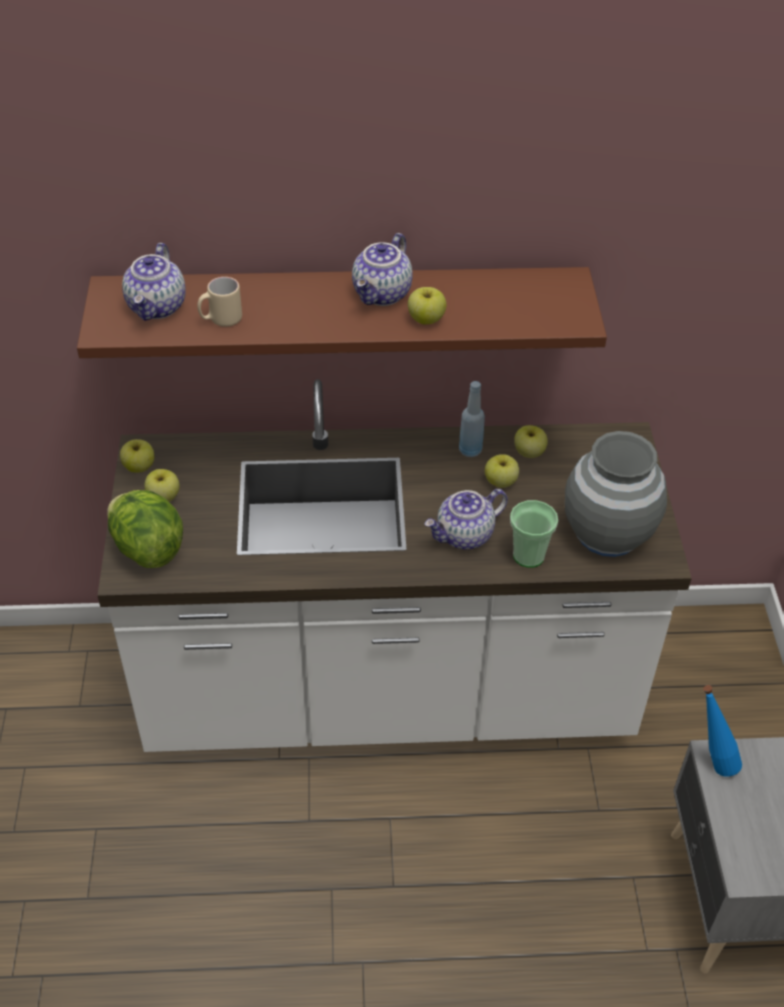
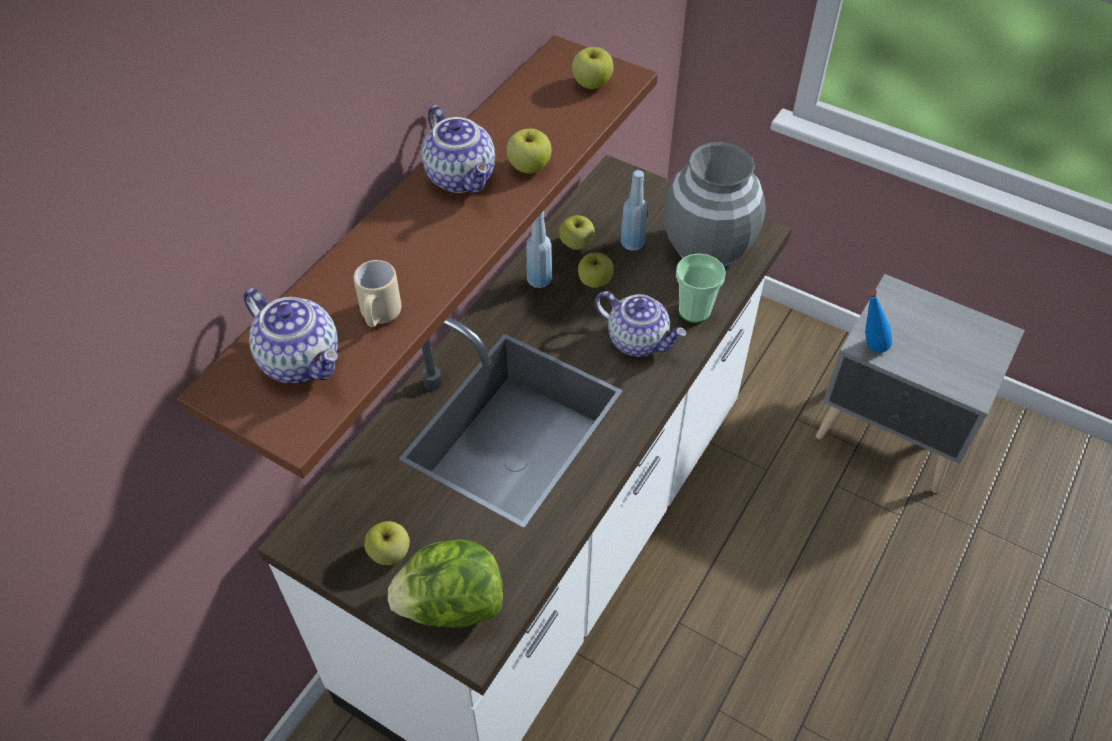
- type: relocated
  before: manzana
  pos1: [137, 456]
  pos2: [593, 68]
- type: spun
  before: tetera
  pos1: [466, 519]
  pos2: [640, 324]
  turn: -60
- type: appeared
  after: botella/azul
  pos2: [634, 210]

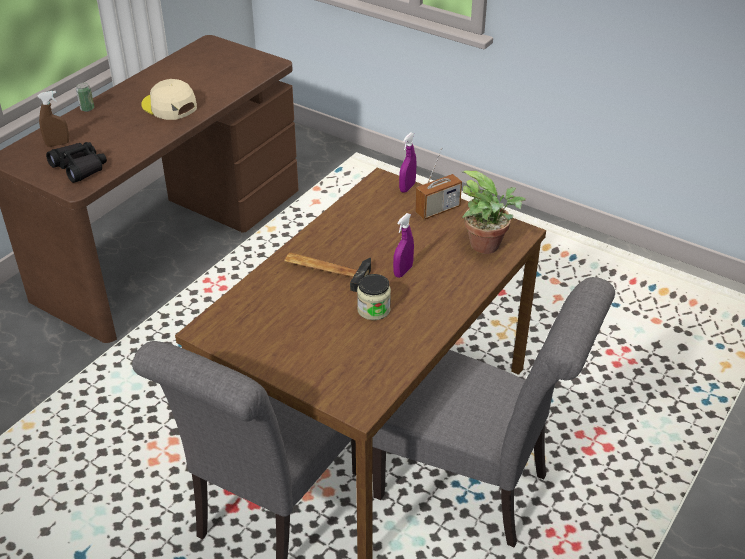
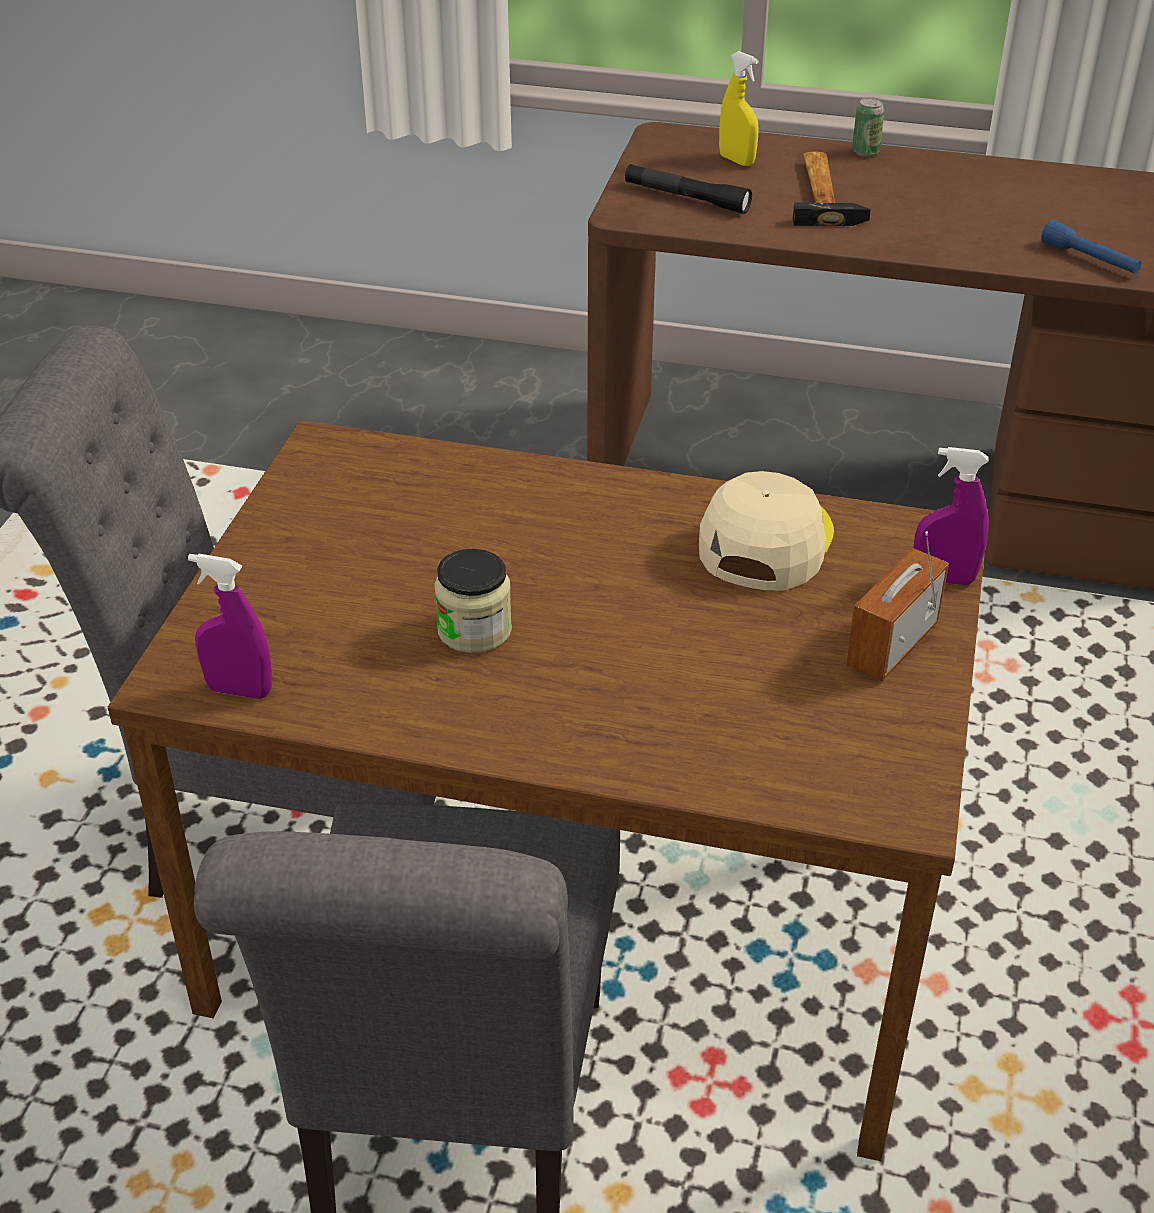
- type: colour
  before: pulverizador/marrón
  after: pulverizador/amarillo
  pos1: [53, 119]
  pos2: [739, 108]
- type: exchanged
  before: prismáticos/negro
  after: linterna/negro
  pos1: [76, 162]
  pos2: [688, 189]
- type: relocated
  before: gorra/beis
  pos1: [169, 99]
  pos2: [766, 531]
- type: relocated
  before: martillo
  pos1: [327, 272]
  pos2: [832, 189]
- type: relocated
  before: pulverizador/morado
  pos1: [403, 245]
  pos2: [230, 626]
- type: spun
  before: radio
  pos1: [438, 184]
  pos2: [897, 606]
  turn: 90
- type: missing
  before: planta en maceta
  pos1: [494, 212]
- type: appeared
  after: linterna/azul
  pos2: [1091, 247]

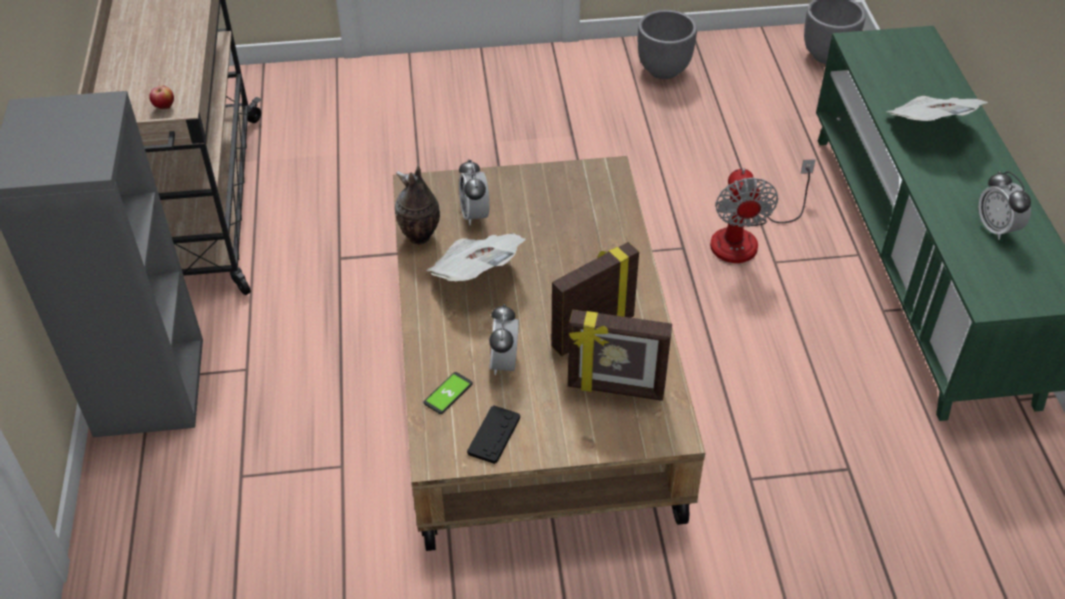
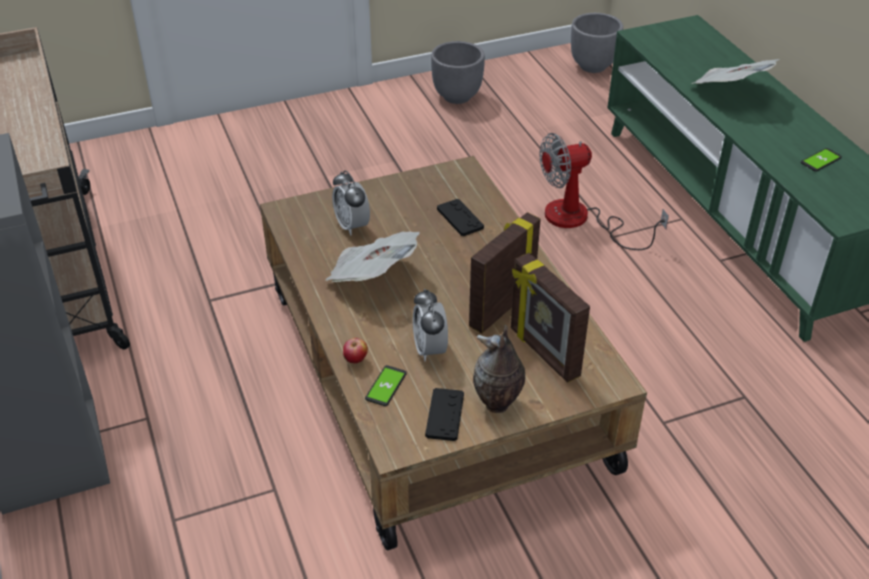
- type: relocated
  before: manzana
  pos1: [161, 97]
  pos2: [355, 351]
- type: relocated
  before: florero
  pos1: [417, 205]
  pos2: [499, 369]
- type: spun
  before: portarretratos
  pos1: [620, 355]
  pos2: [550, 318]
  turn: 60
- type: spun
  before: ventilador
  pos1: [763, 211]
  pos2: [604, 191]
  turn: 90
- type: exchanged
  before: despertador
  after: móvil
  pos1: [1004, 205]
  pos2: [821, 160]
- type: appeared
  after: mando de consola/negro
  pos2: [460, 217]

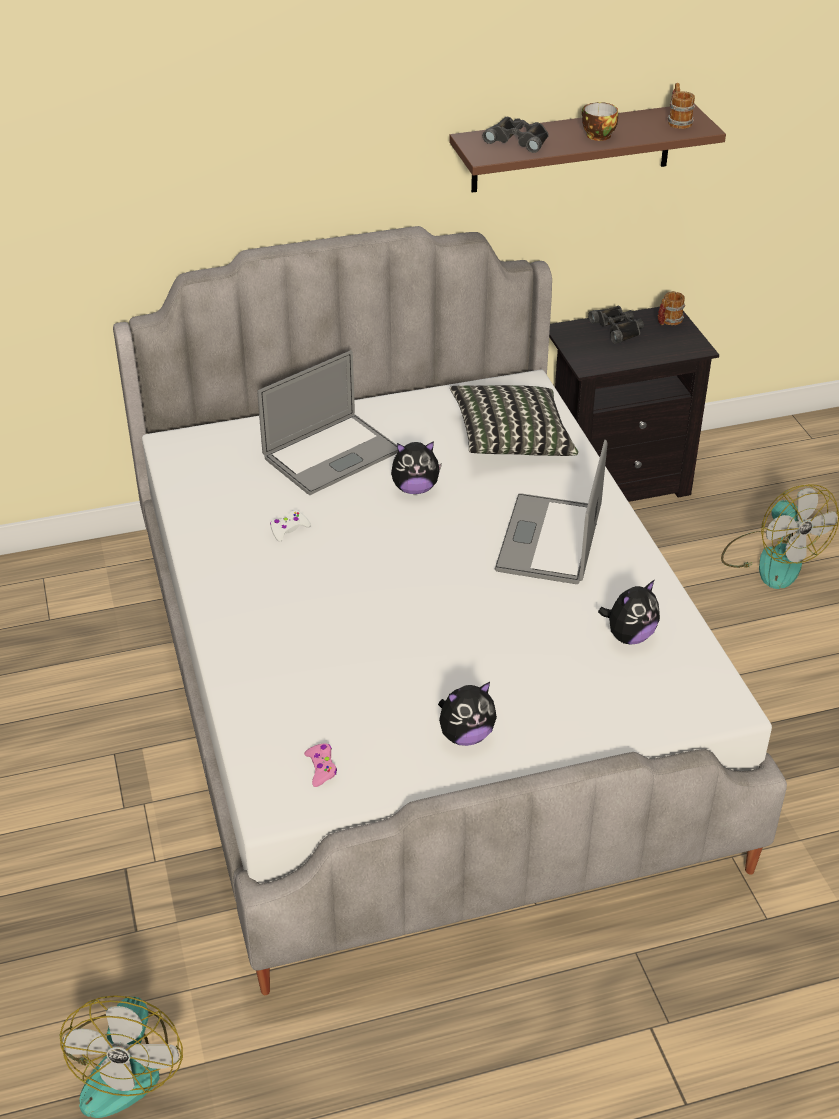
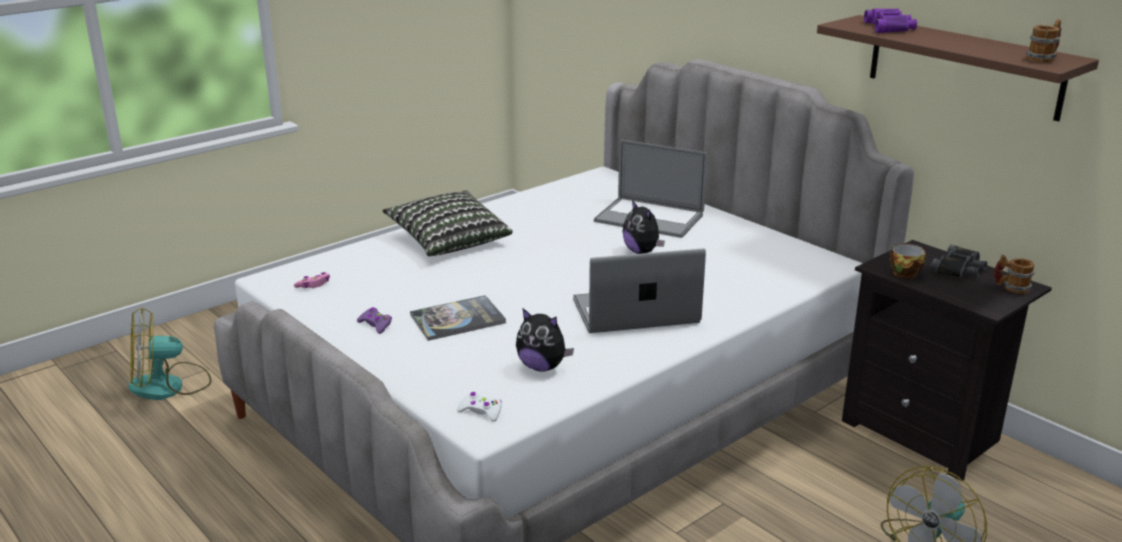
- type: relocated
  before: mando de consola/blanco
  pos1: [290, 526]
  pos2: [479, 407]
- type: exchanged
  before: peluche
  after: mando de consola/morado
  pos1: [467, 714]
  pos2: [374, 320]
- type: relocated
  before: cojín
  pos1: [514, 420]
  pos2: [447, 223]
- type: colour
  before: prismáticos/negro
  after: prismáticos/morado
  pos1: [516, 135]
  pos2: [890, 20]
- type: relocated
  before: taza
  pos1: [600, 121]
  pos2: [908, 261]
- type: appeared
  after: libro
  pos2: [458, 318]

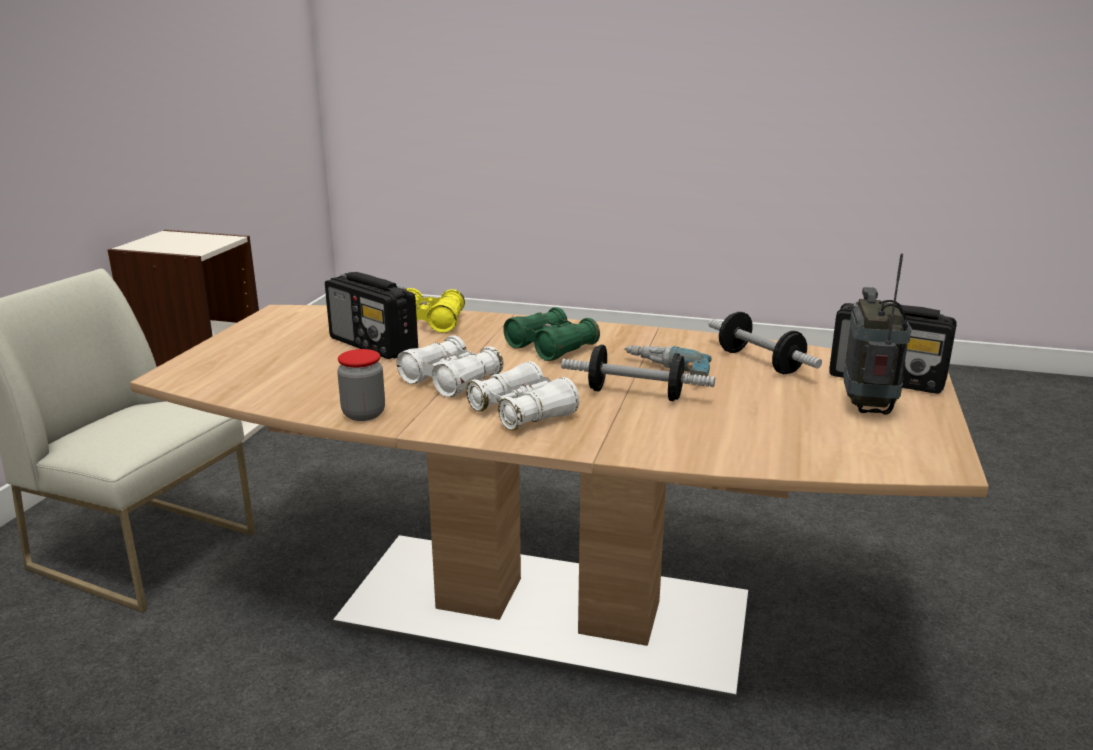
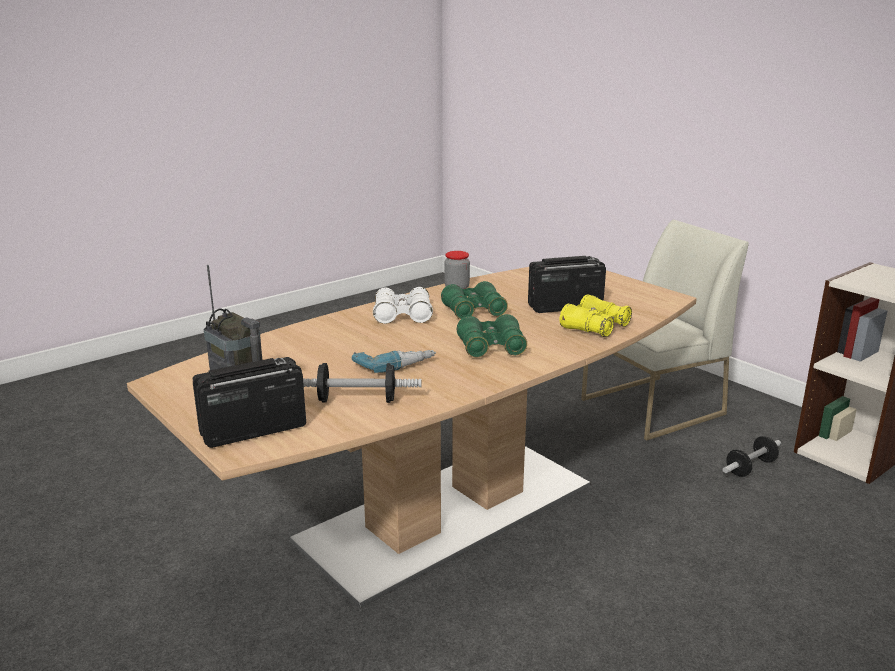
- type: colour
  before: prismáticos/blanco
  after: prismáticos/verde
  pos1: [450, 366]
  pos2: [474, 300]
- type: relocated
  before: mancuerna
  pos1: [638, 373]
  pos2: [752, 456]

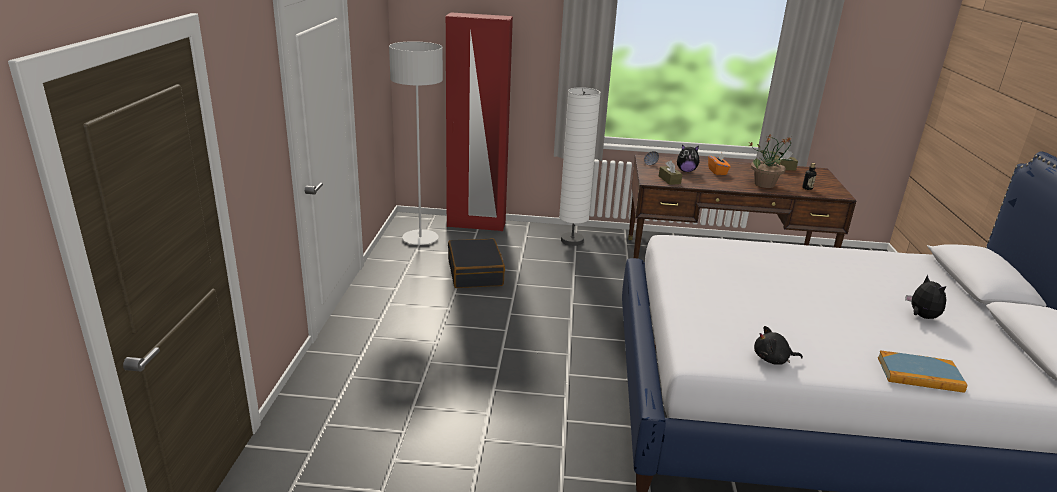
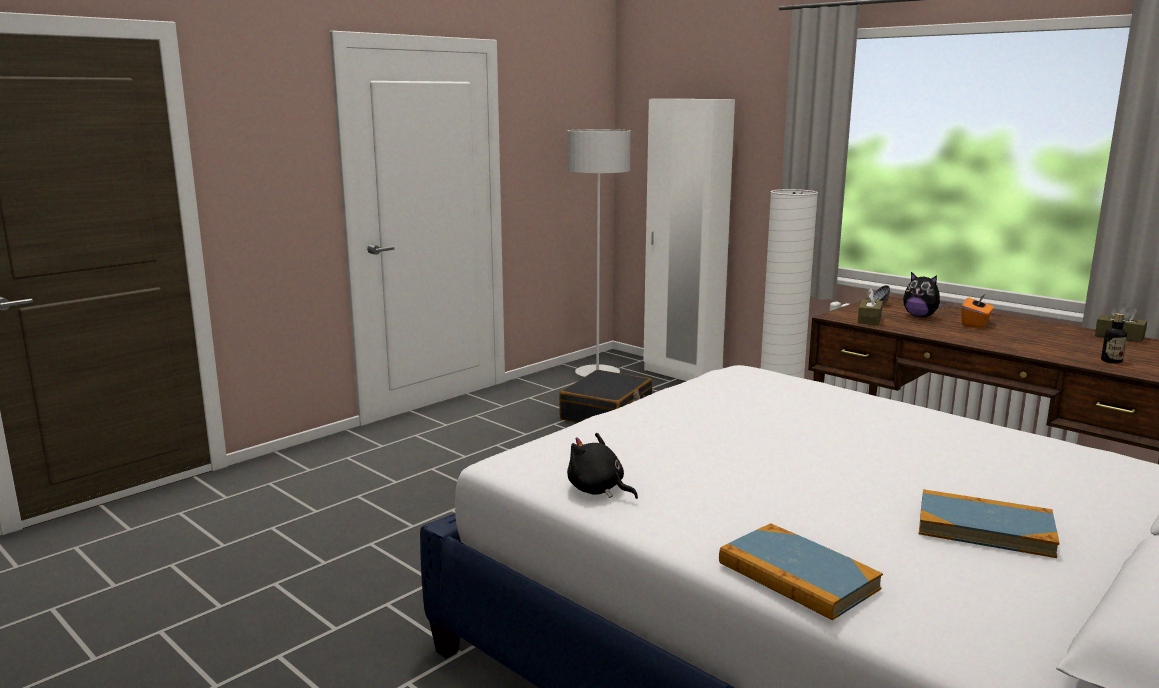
- type: colour
  before: armario ropero/rojo
  after: armario ropero/blanco
  pos1: [479, 121]
  pos2: [689, 240]
- type: missing
  before: planta en maceta
  pos1: [772, 161]
- type: exchanged
  before: peluche
  after: libro
  pos1: [926, 297]
  pos2: [989, 523]

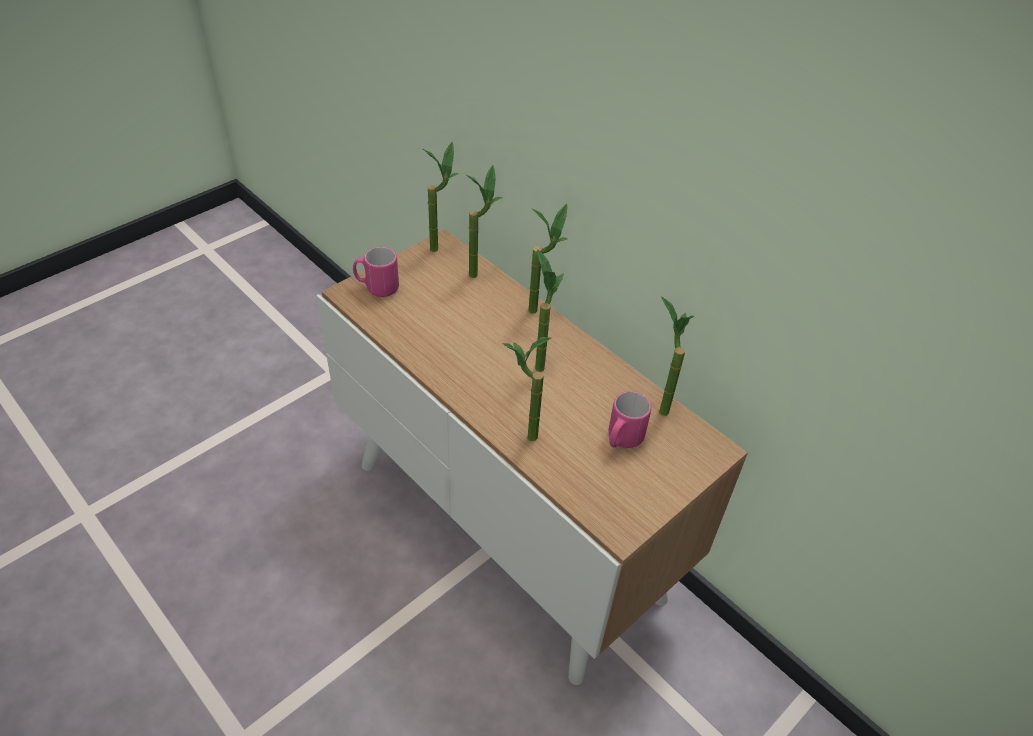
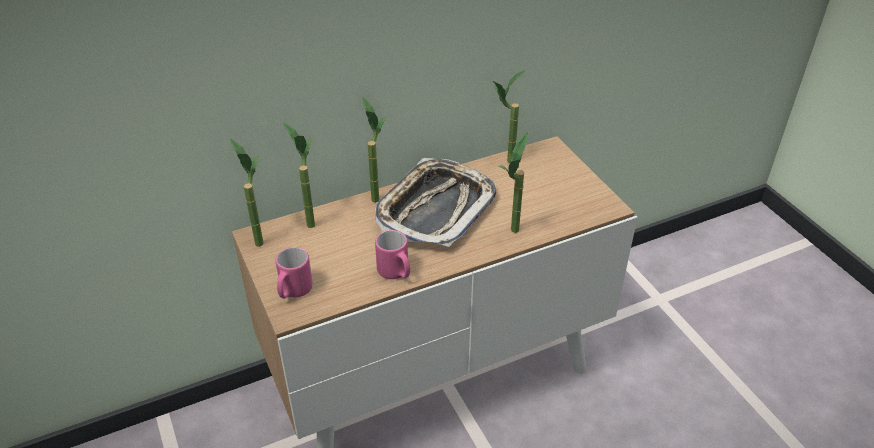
- type: exchanged
  before: planta en maceta
  after: bandeja
  pos1: [549, 310]
  pos2: [435, 202]
- type: relocated
  before: taza grande/rosa
  pos1: [630, 419]
  pos2: [392, 254]

